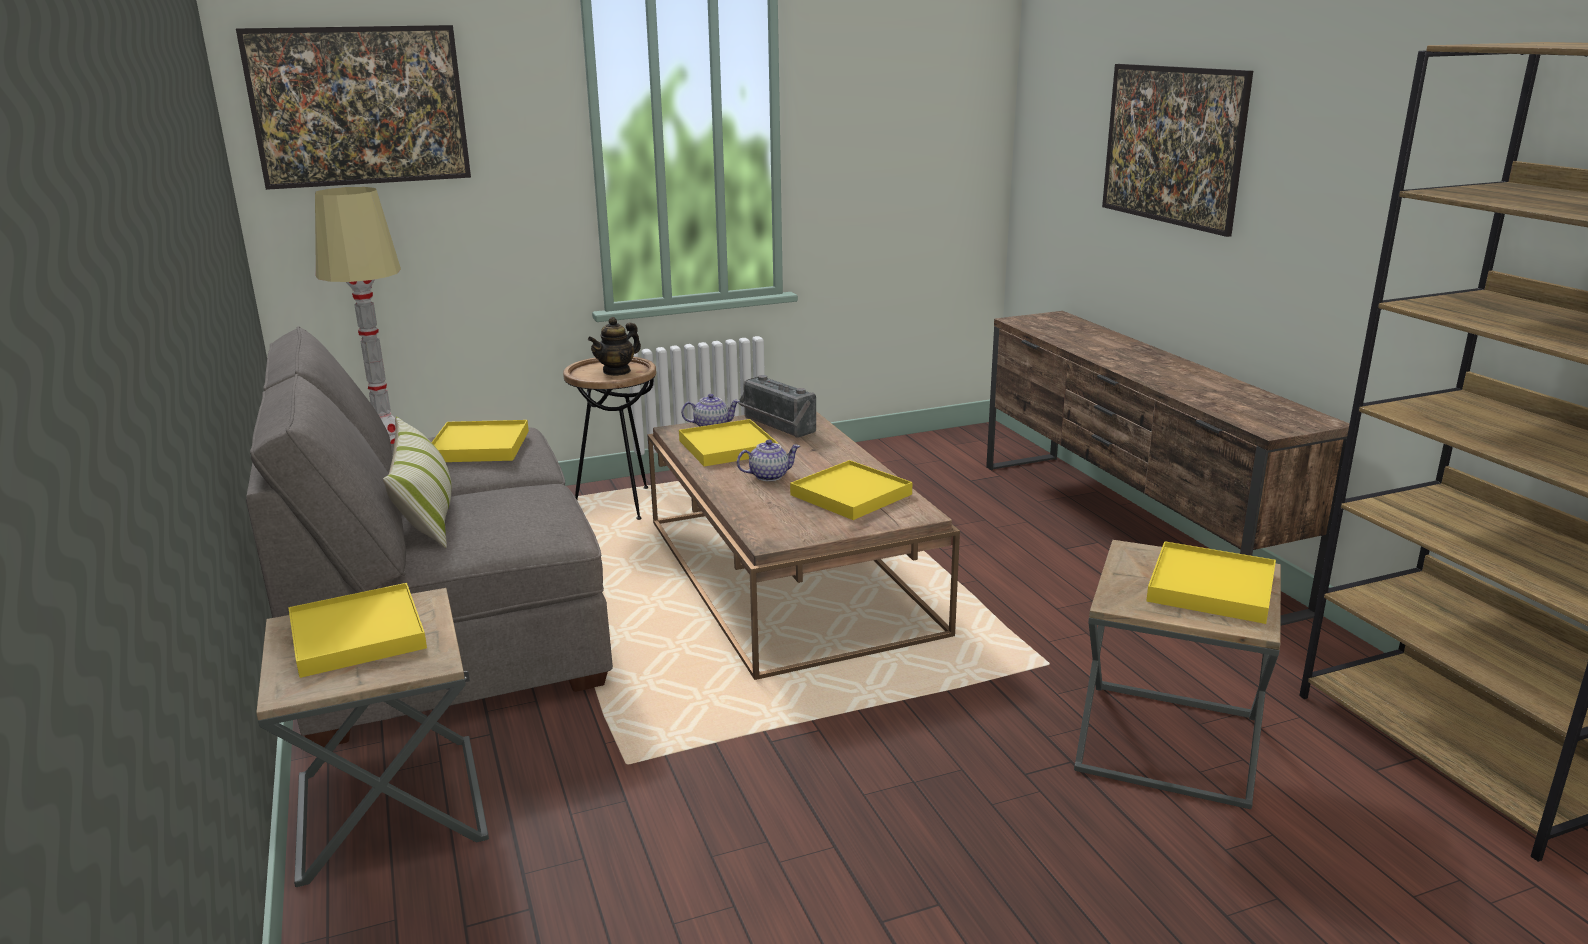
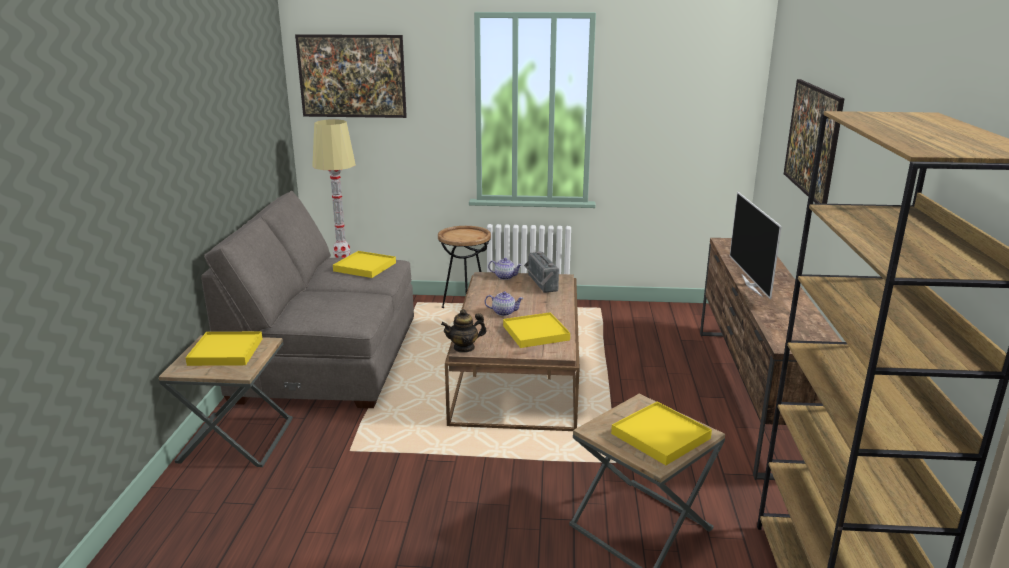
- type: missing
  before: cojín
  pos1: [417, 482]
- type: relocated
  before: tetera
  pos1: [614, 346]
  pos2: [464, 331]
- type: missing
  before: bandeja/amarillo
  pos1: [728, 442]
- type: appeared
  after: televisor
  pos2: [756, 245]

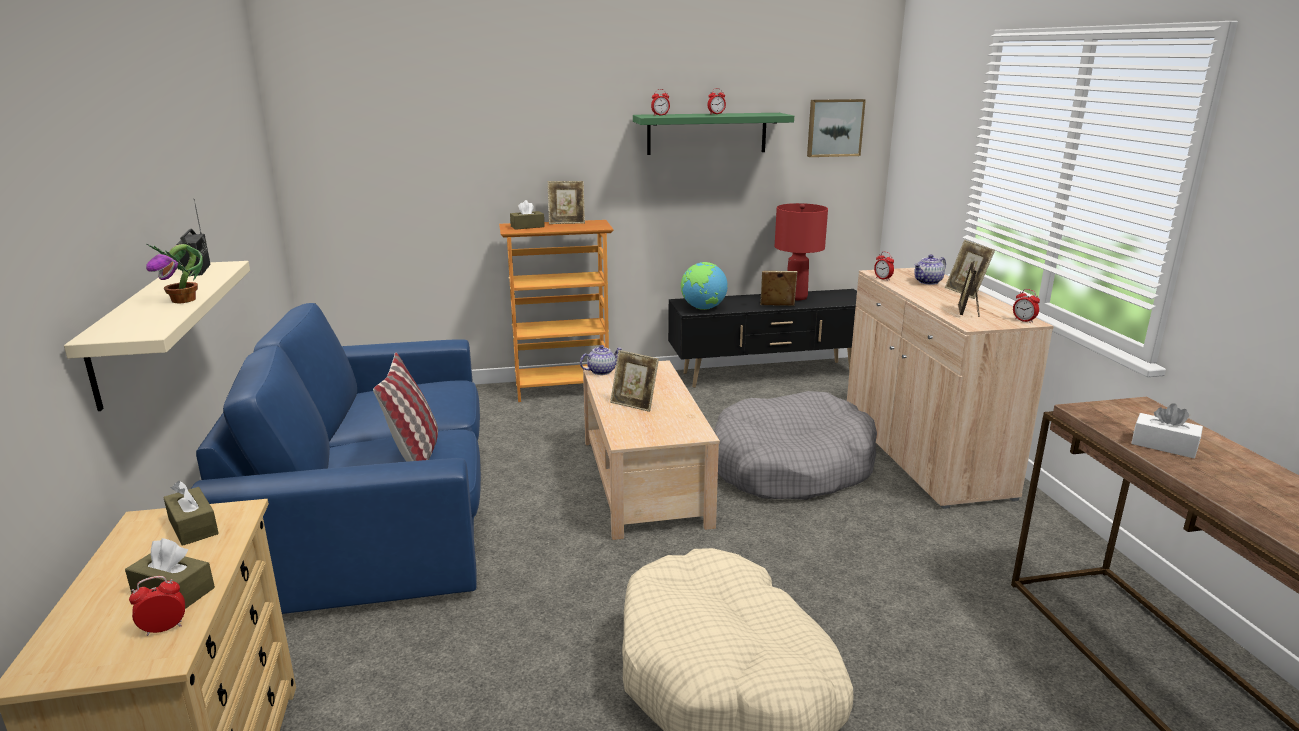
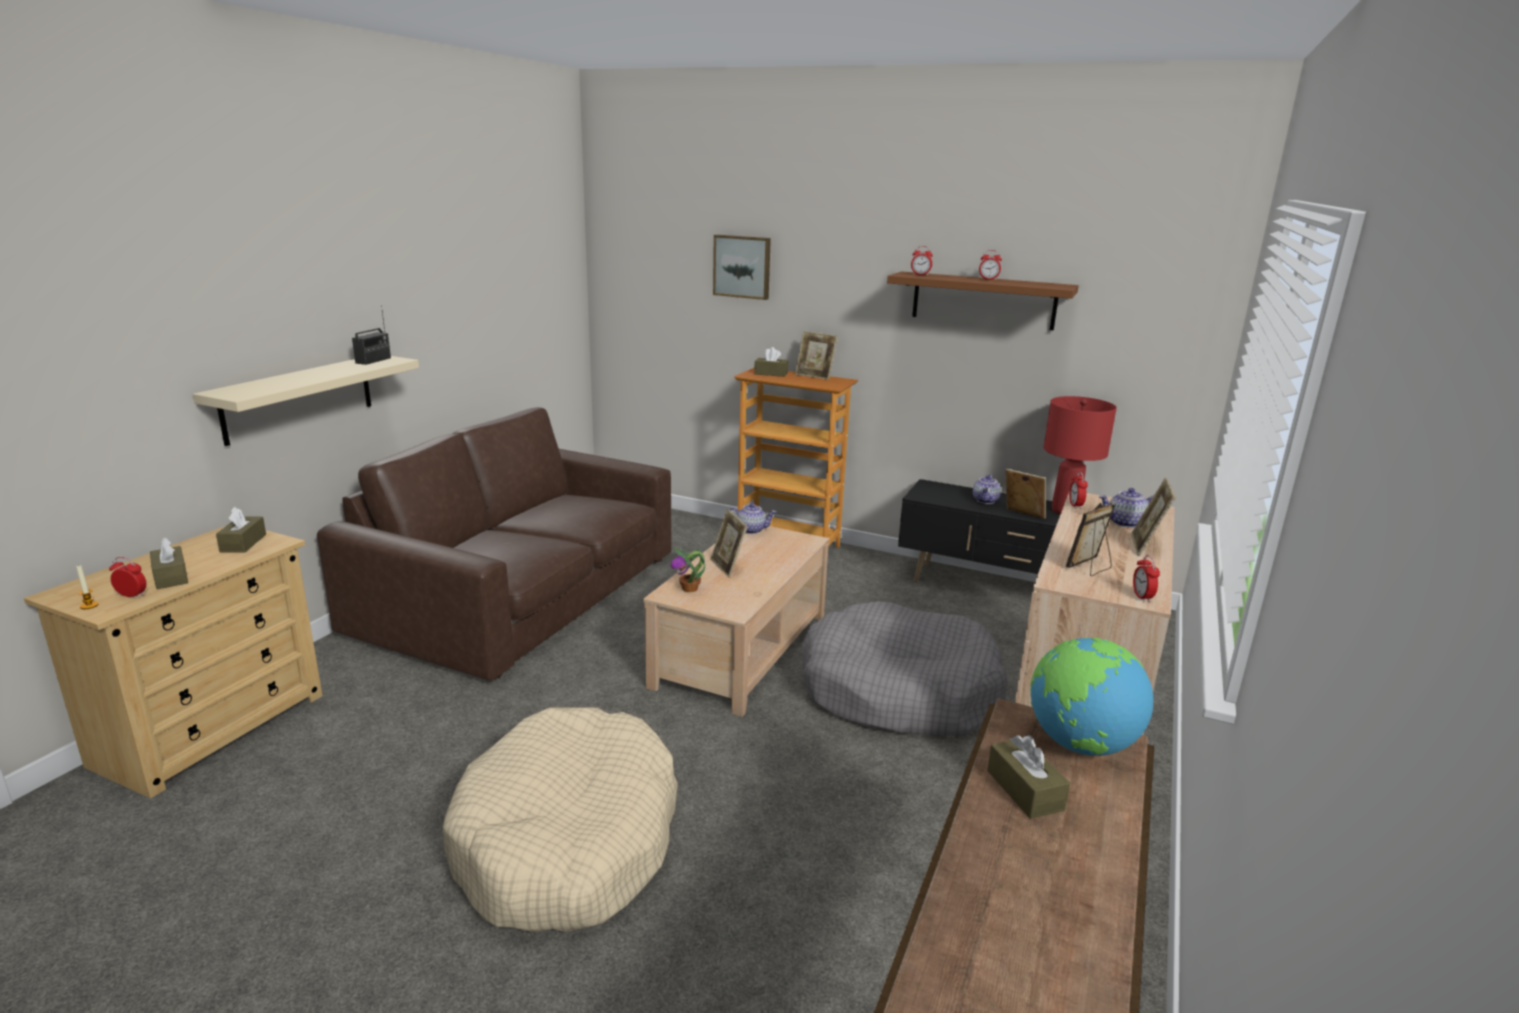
- type: relocated
  before: planta en maceta
  pos1: [174, 273]
  pos2: [688, 569]
- type: colour
  before: sofá/azul
  after: sofá/marrón
  pos1: [336, 458]
  pos2: [494, 544]
- type: missing
  before: cojín
  pos1: [405, 407]
- type: colour
  before: estante/verde
  after: estante/marrón
  pos1: [713, 134]
  pos2: [983, 300]
- type: relocated
  before: globo terráqueo
  pos1: [704, 286]
  pos2: [1091, 696]
- type: relocated
  before: cuadro
  pos1: [836, 128]
  pos2: [742, 267]
- type: colour
  before: caja de pañuelos/blanco
  after: caja de pañuelos/marrón
  pos1: [1167, 430]
  pos2: [1028, 777]
- type: appeared
  after: vela
  pos2: [87, 587]
- type: appeared
  after: tetera
  pos2: [987, 489]

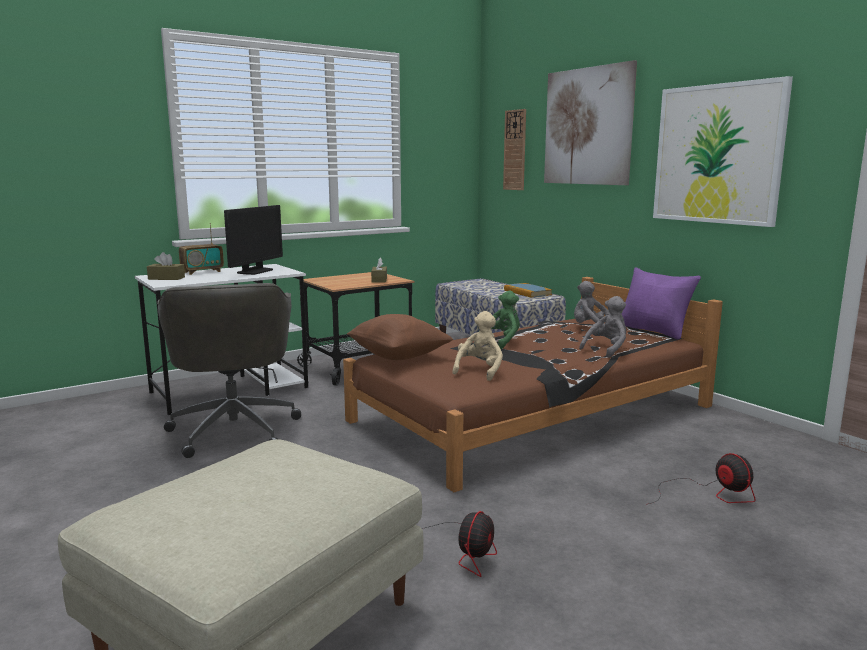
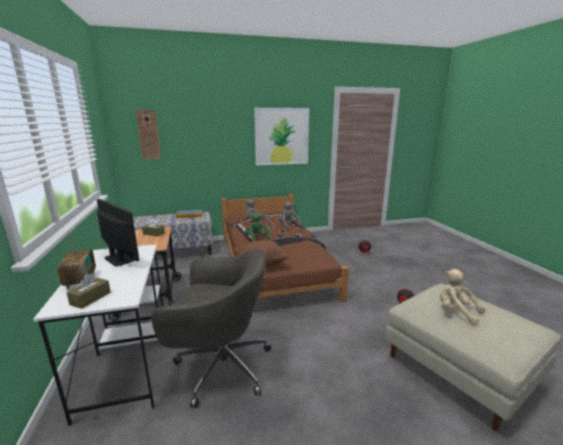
- type: relocated
  before: peluche/beis
  pos1: [477, 346]
  pos2: [462, 297]
- type: missing
  before: cuadro
  pos1: [590, 122]
- type: missing
  before: cojín/morado
  pos1: [661, 303]

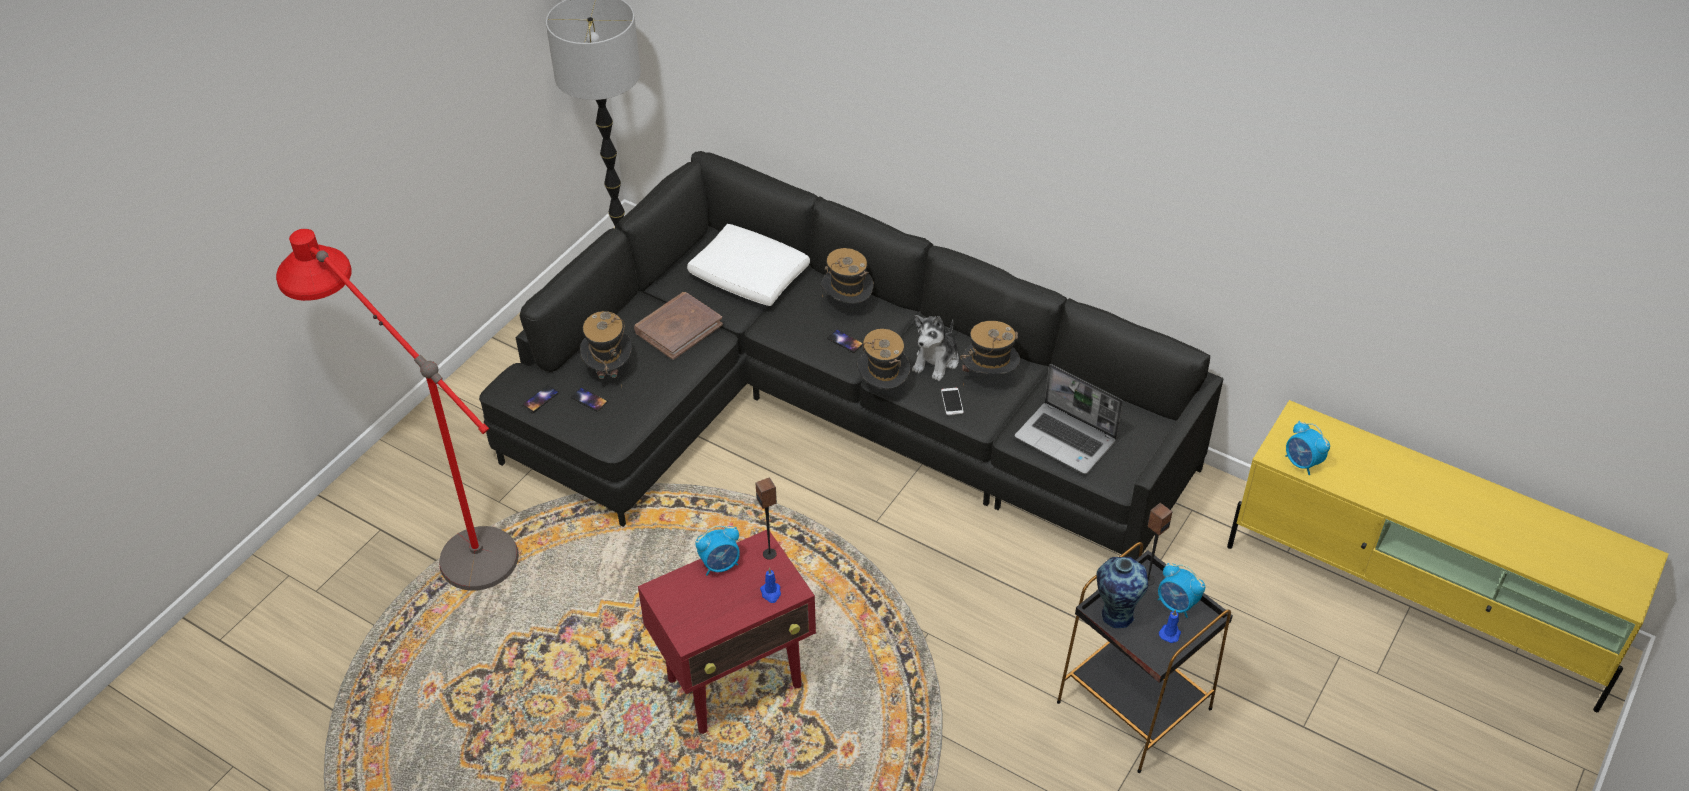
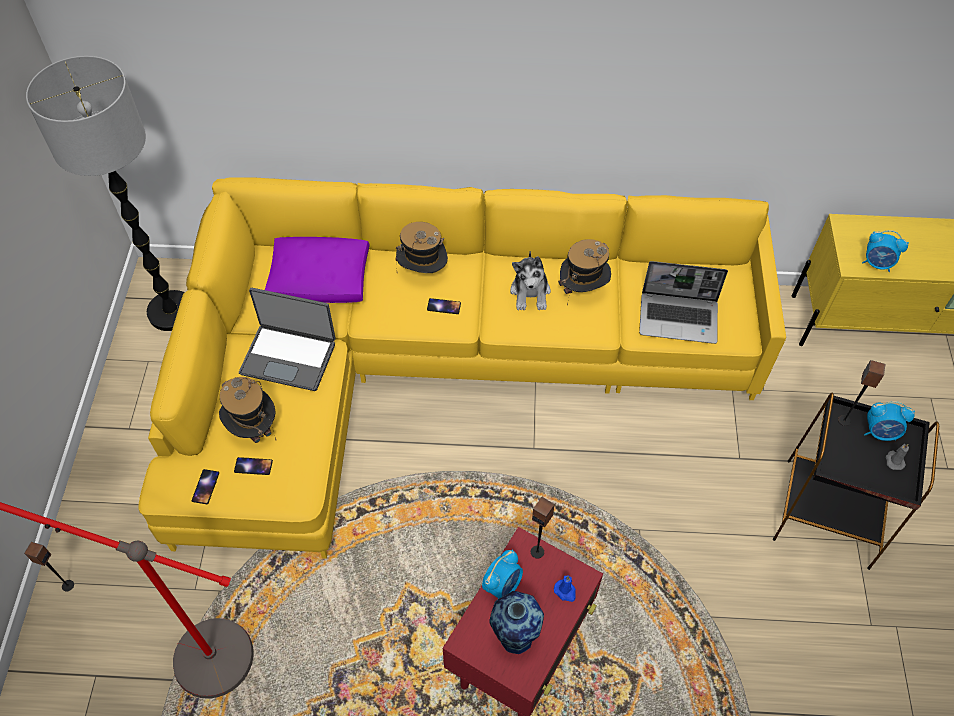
- type: colour
  before: sofá/negro
  after: sofá/amarillo
  pos1: [851, 355]
  pos2: [462, 368]
- type: exchanged
  before: libro/marrón
  after: portátil
  pos1: [678, 326]
  pos2: [287, 339]
- type: colour
  before: cojín/blanco
  after: cojín/morado
  pos1: [748, 265]
  pos2: [317, 270]
- type: missing
  before: sombrero
  pos1: [883, 359]
- type: missing
  before: móvil
  pos1: [952, 401]
- type: relocated
  before: florero
  pos1: [1122, 592]
  pos2: [516, 622]
- type: colour
  before: vela/azul
  after: vela/gris
  pos1: [1170, 626]
  pos2: [897, 457]
- type: appeared
  after: altavoz
  pos2: [49, 566]

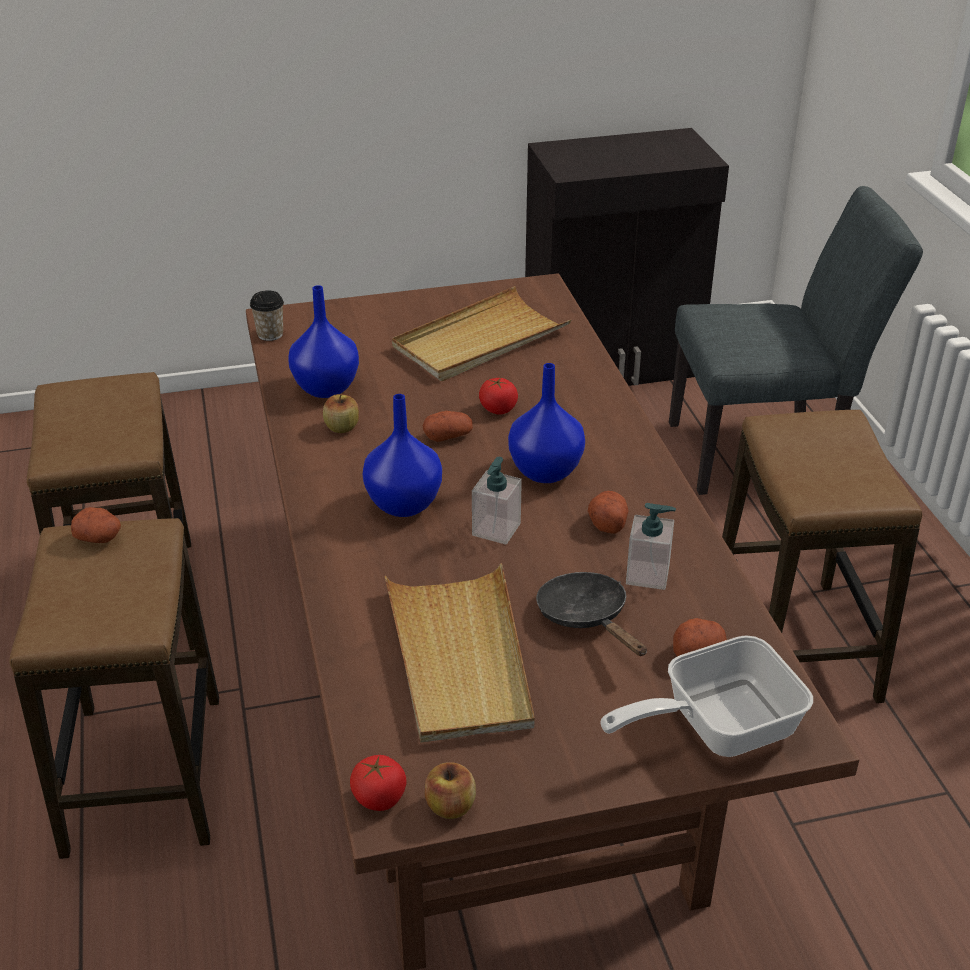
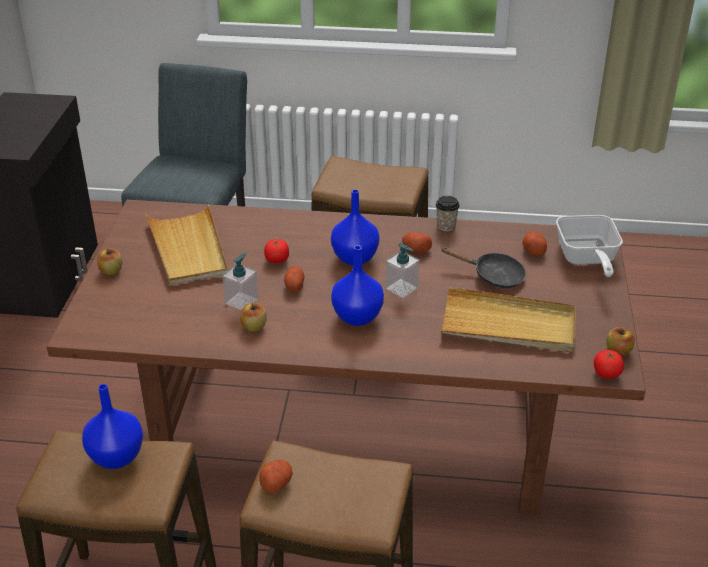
- type: relocated
  before: taza
  pos1: [267, 315]
  pos2: [448, 213]
- type: relocated
  before: florero/azul
  pos1: [323, 341]
  pos2: [112, 426]
- type: spun
  before: sartén/negro
  pos1: [591, 614]
  pos2: [483, 267]
  turn: -150
- type: relocated
  before: dispensador de jabón
  pos1: [651, 546]
  pos2: [240, 281]
- type: appeared
  after: manzana
  pos2: [109, 261]

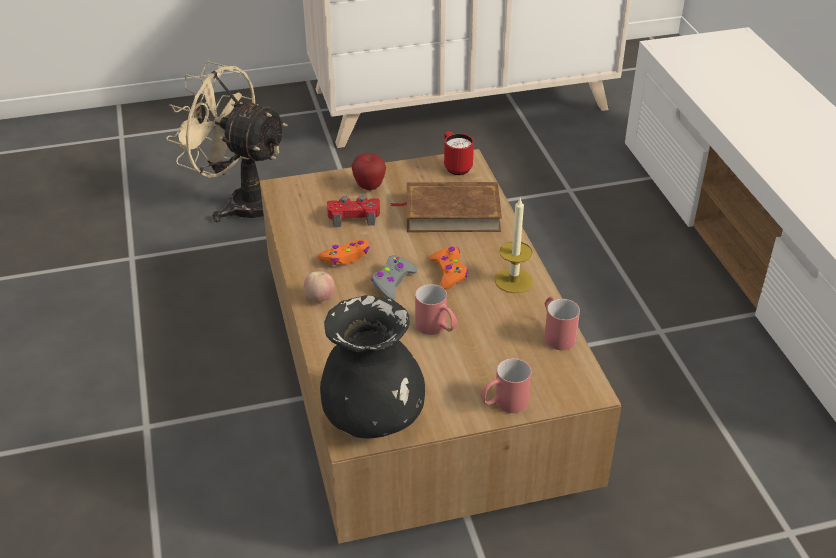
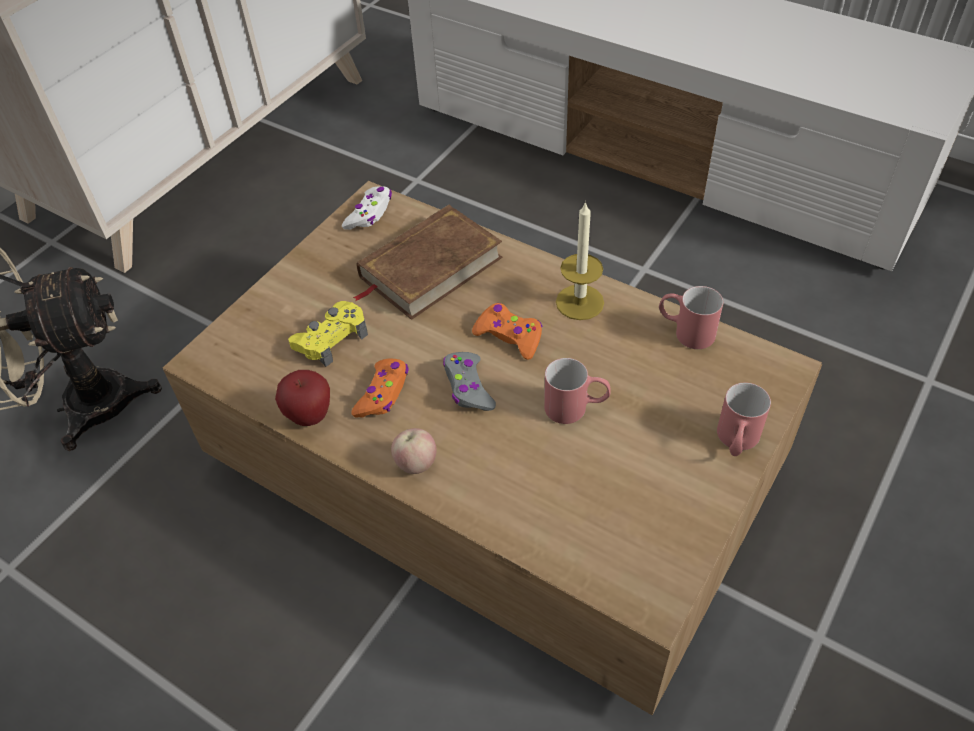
- type: missing
  before: florero/negro
  pos1: [372, 366]
- type: colour
  before: mando de consola/rojo
  after: mando de consola/amarillo
  pos1: [353, 211]
  pos2: [328, 334]
- type: relocated
  before: manzana
  pos1: [368, 171]
  pos2: [302, 398]
- type: exchanged
  before: taza grande/rojo
  after: mando de consola/blanco
  pos1: [459, 153]
  pos2: [367, 208]

